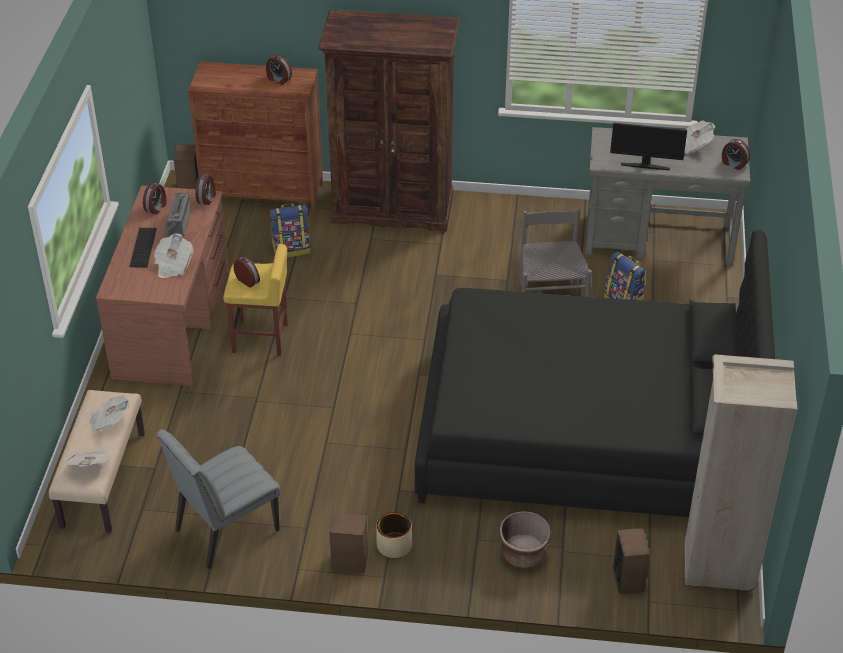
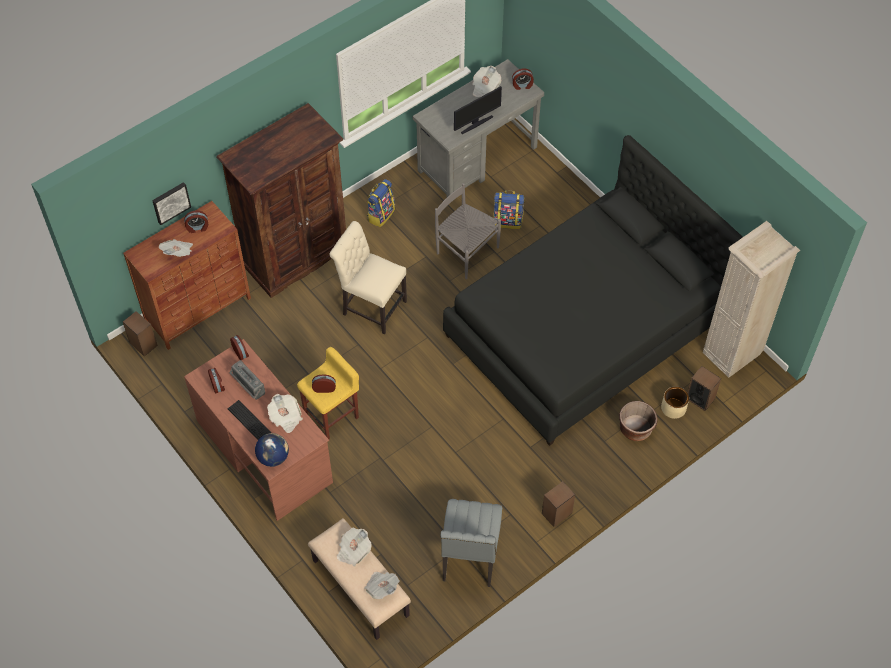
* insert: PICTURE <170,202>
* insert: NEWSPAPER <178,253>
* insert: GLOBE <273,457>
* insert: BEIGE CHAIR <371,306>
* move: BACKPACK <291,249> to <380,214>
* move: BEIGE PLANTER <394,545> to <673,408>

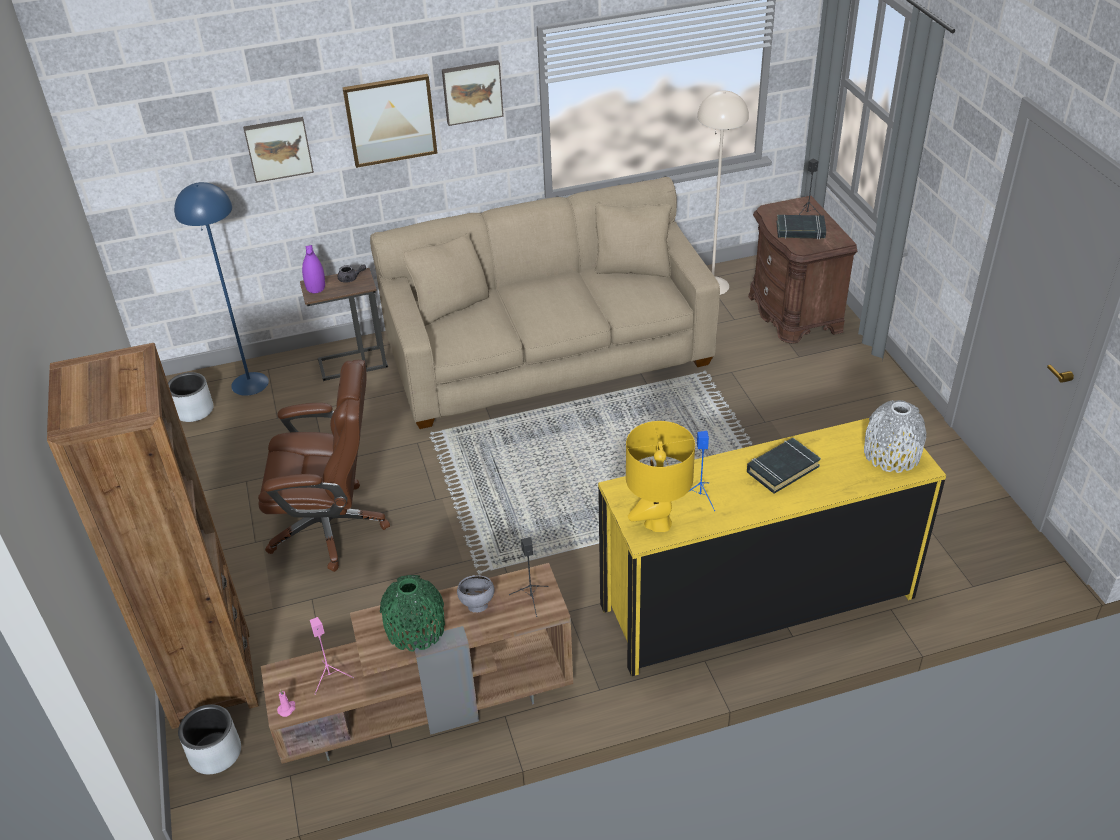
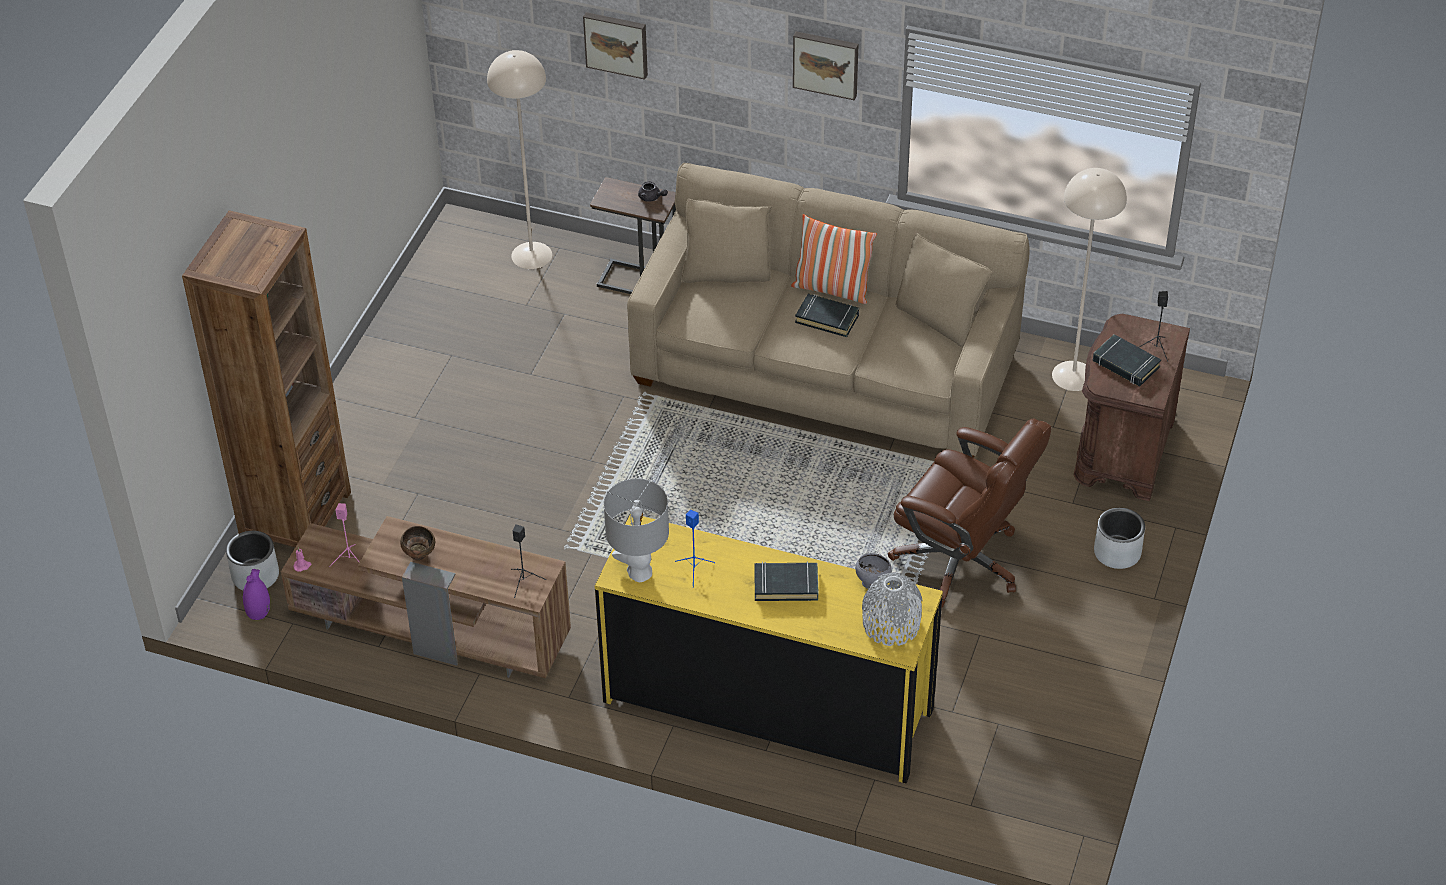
* move: PURPLE VASE <316,288> to <258,611>
* replace: GREEN VASE <415,628> to BROWN BOWL <420,555>
* recolor: BLUE FLOOR LAMP <249,383> to BEIGE FLOOR LAMP <531,255>
* recolor: YELLOW TABLE LAMP <657,523> to GREY TABLE LAMP <639,572>
* insert: PILLOW <832,289>
* insert: BLACK BOOK <827,318>
* move: GREY BOWL <476,605> to <871,583>
* move: BROWN OFFICE CHAIR <331,526> to <961,562>
* move: GREY PLANTER <194,411> to <1117,553>
* delete: PICTURE <390,120>

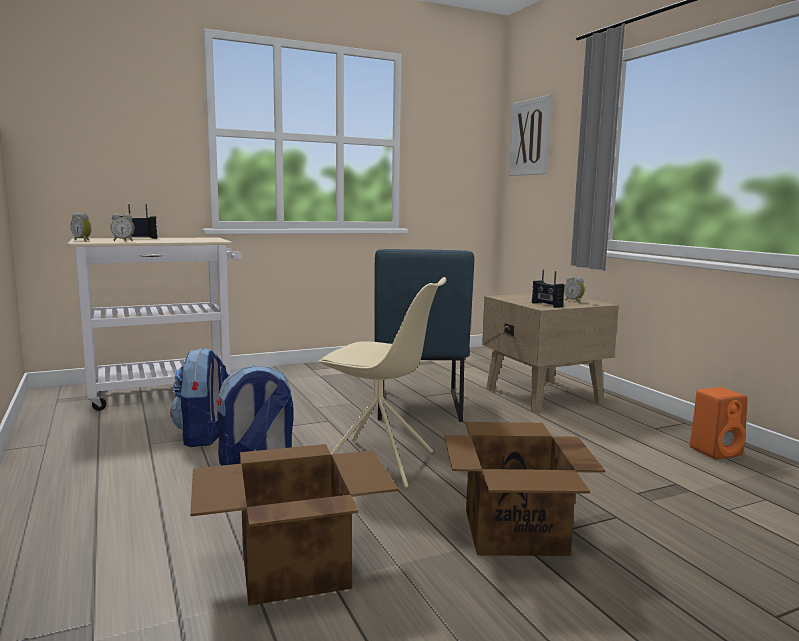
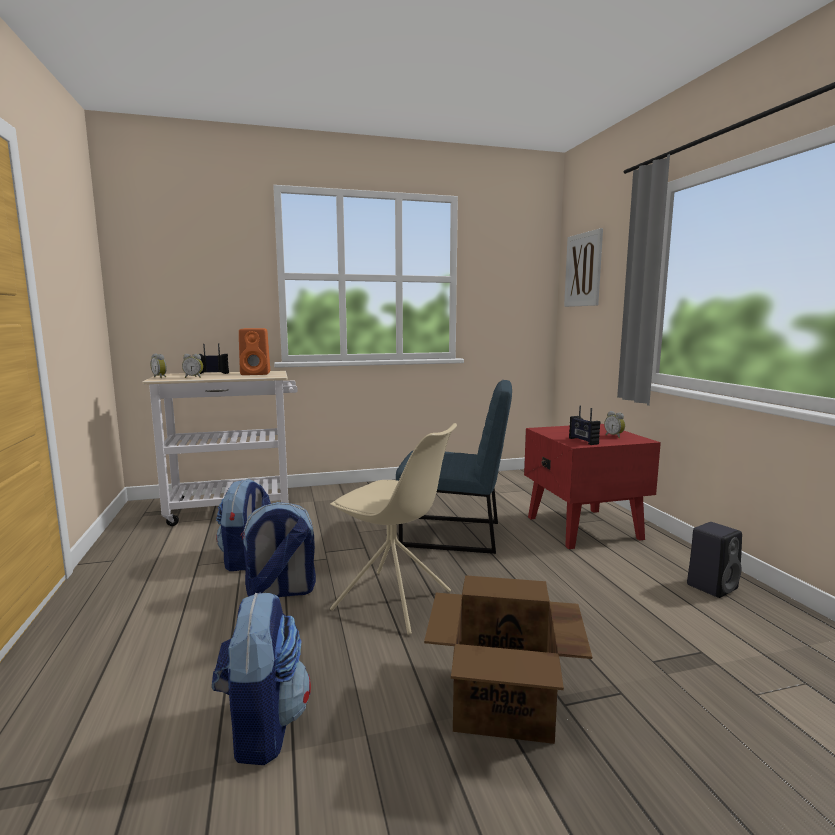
* replace: CARDBOARD BOX <292,567> to BACKPACK <262,727>
* move: ORANGE SPEAKER <716,451> to <256,373>
* rotate: BLUE CHAIR <418,406> = <454,534> 90 degrees counterclockwise
* recolor: BEIGE NIGHTSTAND <543,396> to RED NIGHTSTAND <584,528>
* insert: BLACK SPEAKER <712,586>

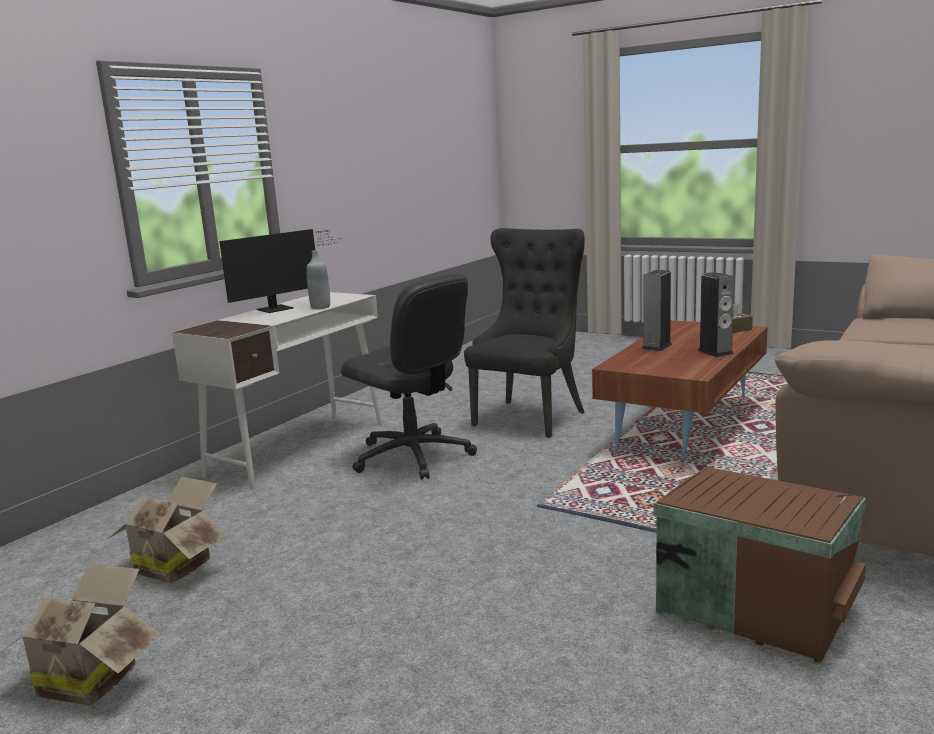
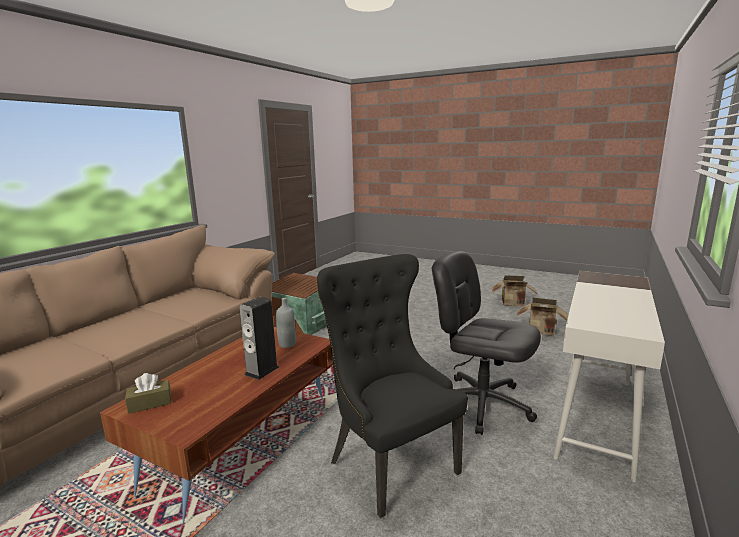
* move: GREY BOTTLE <320,307> to <287,344>
* rotate: BLACK CHAIR <529,418> = <392,465> 120 degrees clockwise
* delete: MONITOR <280,308>
* delete: SPEAKER <715,352>

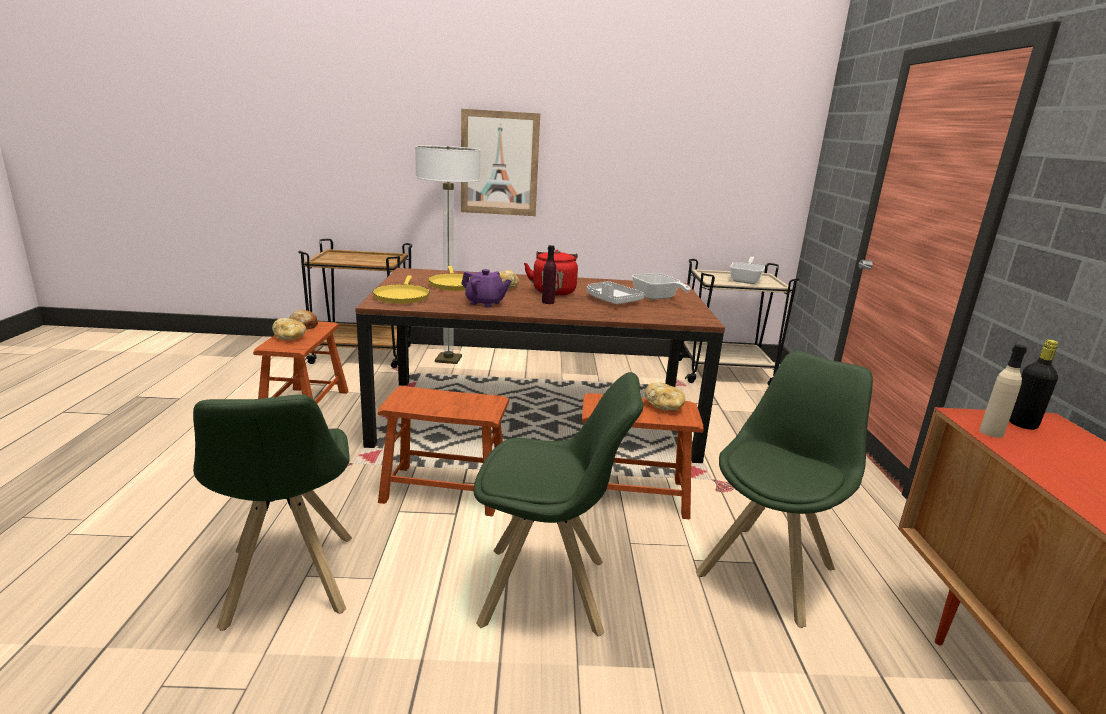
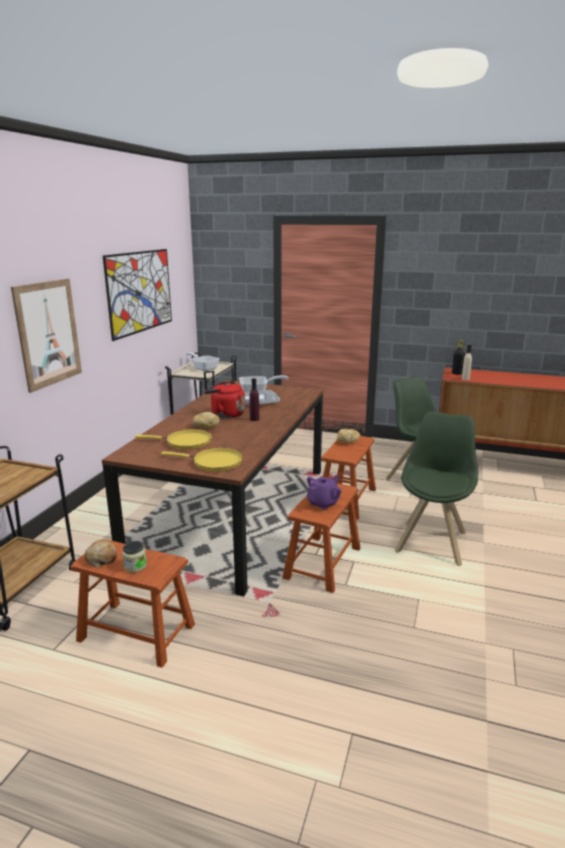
* insert: PICTURE <140,292>
* replace: BREAD <289,337> to JAR <135,566>
* move: PURPLE TEAPOT <485,303> to <323,503>
* delete: GREEN CHAIR <289,580>
* delete: FLOOR LAMP <448,359>

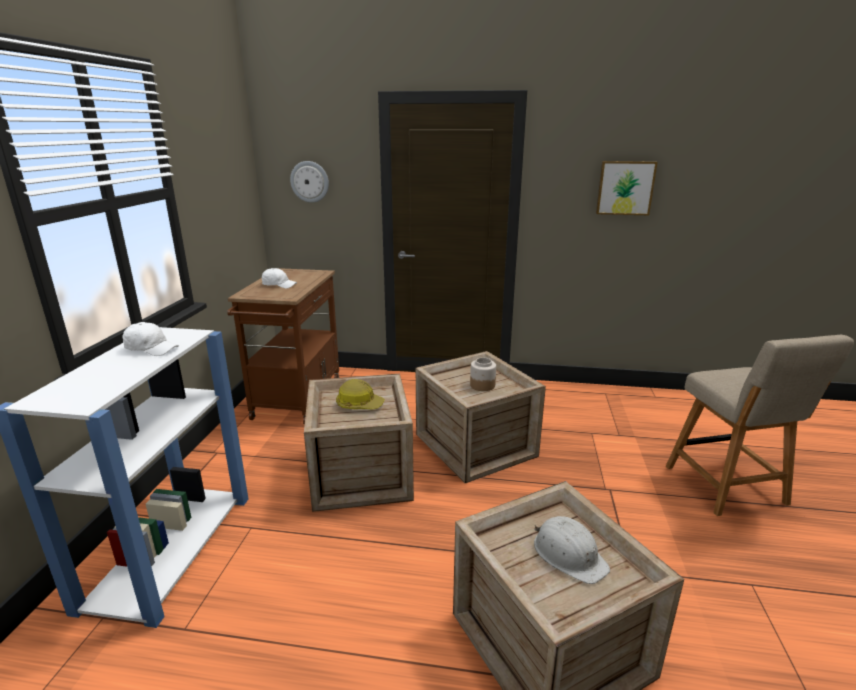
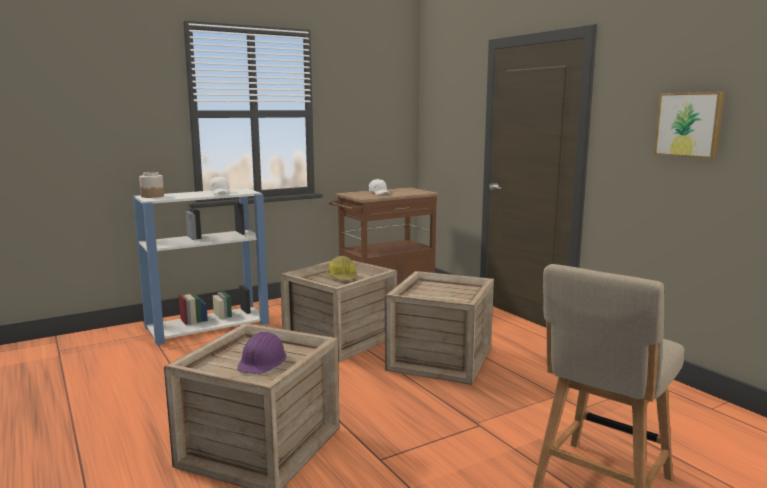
* move: JAR <482,385> to <152,196>
* recolor: WHITE HARD HAT <569,554> to PURPLE HARD HAT <262,361>
* delete: WALL CLOCK <310,181>

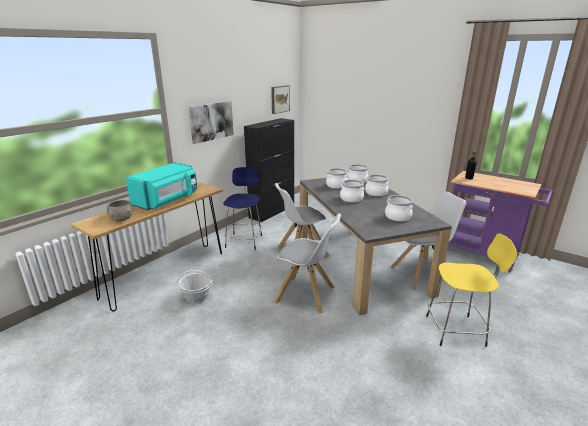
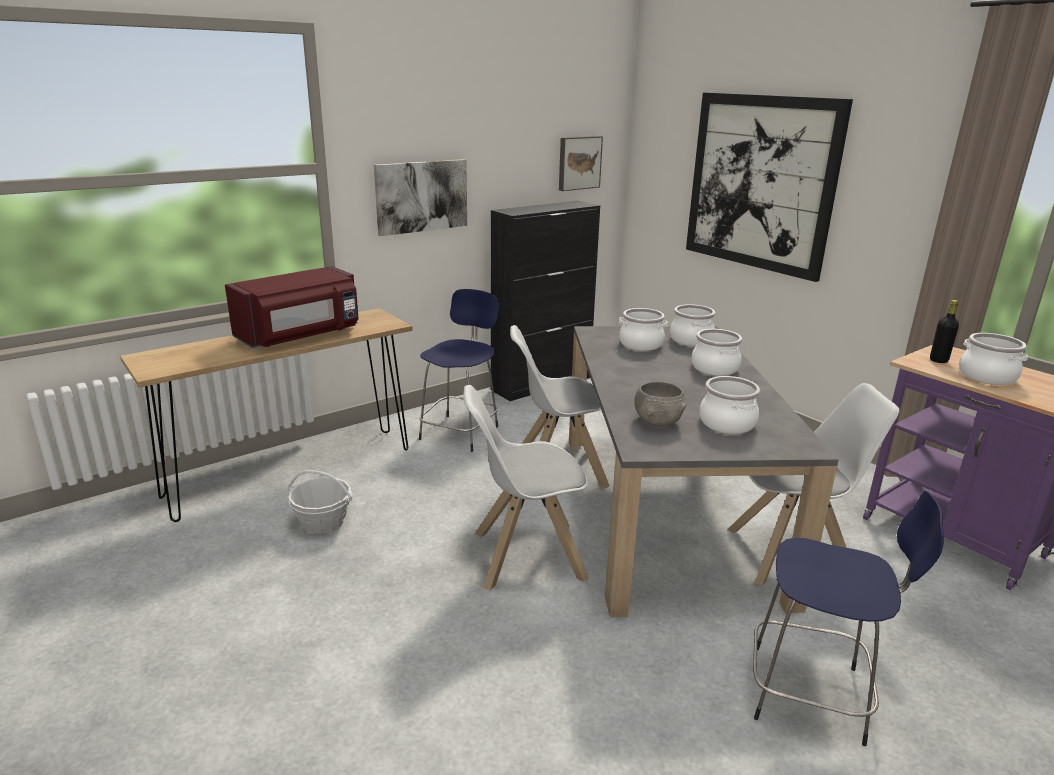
* recolor: TURQUOISE MICROWAVE <167,200> to RED MICROWAVE <301,335>
* rotate: CHAIR <306,295> = <524,556> 135 degrees clockwise
* move: GREY BOWL <122,219> to <658,421>
* insert: PICTURE <760,183>
* recolor: YELLOW STOOL <457,330> to BLUE STOOL <812,694>
* move: COOKING POT <351,199> to <986,376>

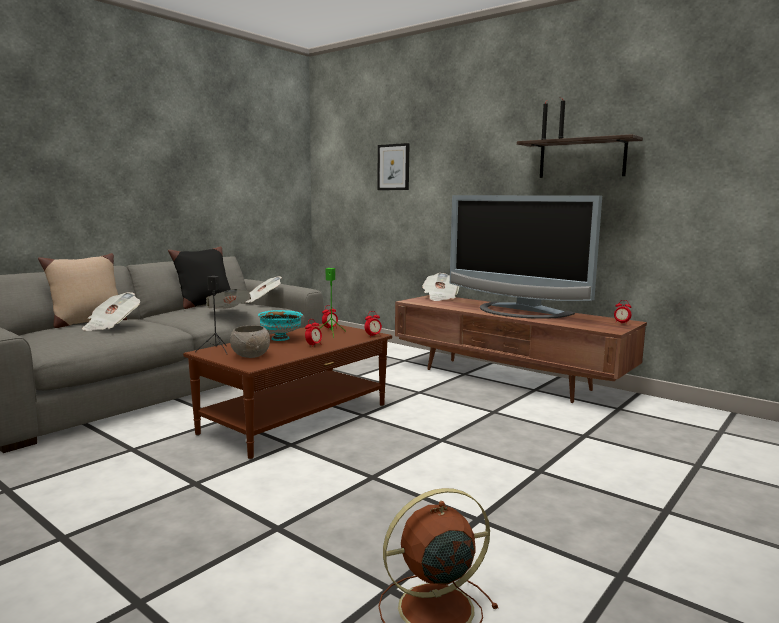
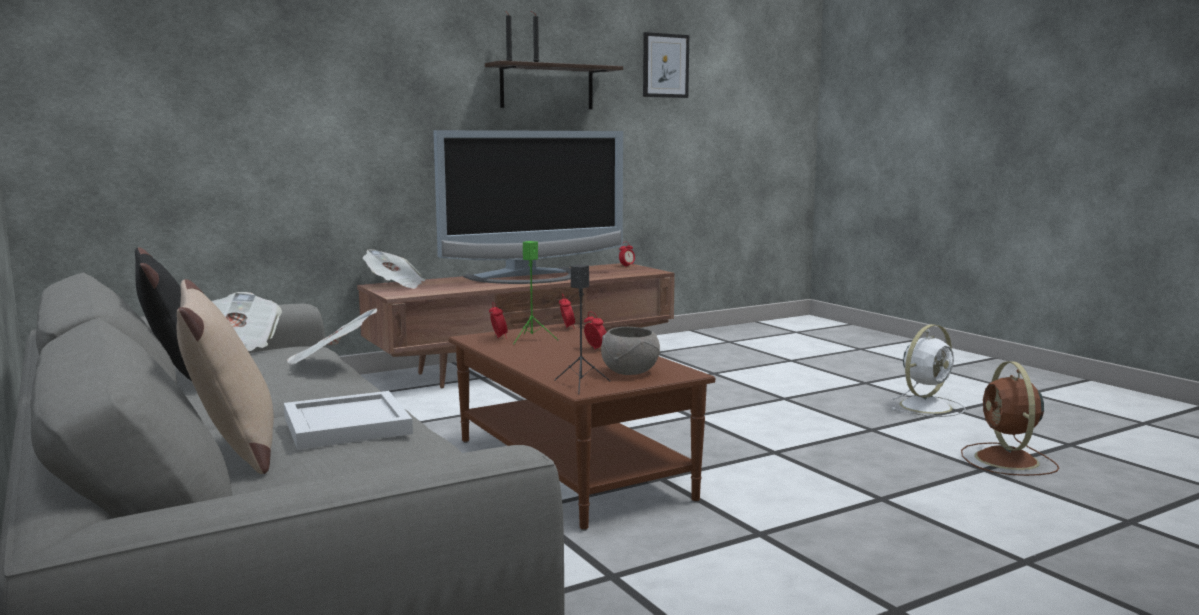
* replace: NEWSPAPER <111,326> to WHITE TRAY <349,425>
* move: PICTURE <393,167> to <665,65>
* insert: WHITE FAN <927,406>
* delete: TURQUOISE BOWL <281,339>

